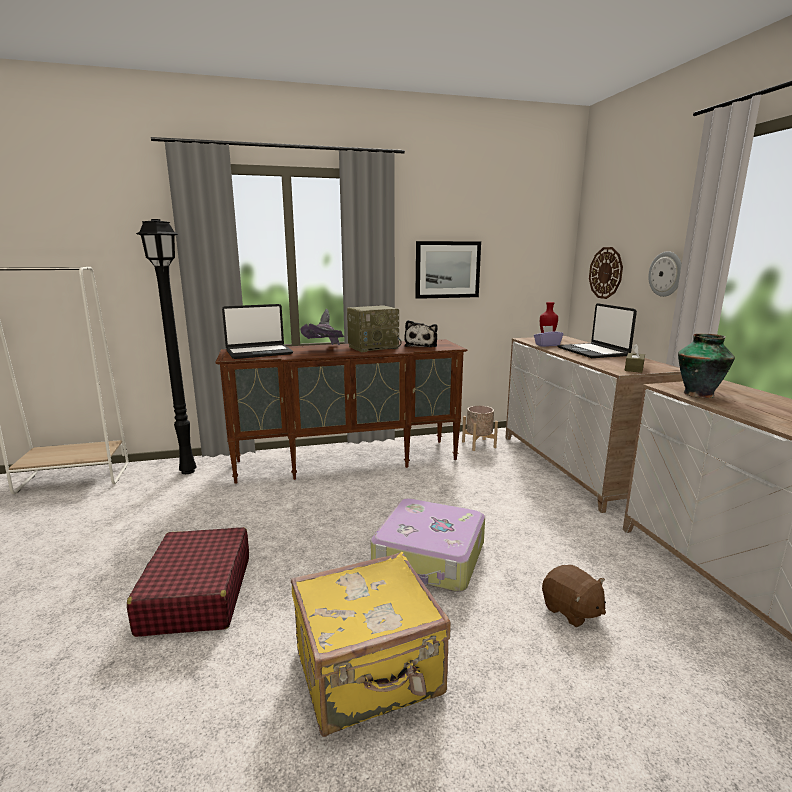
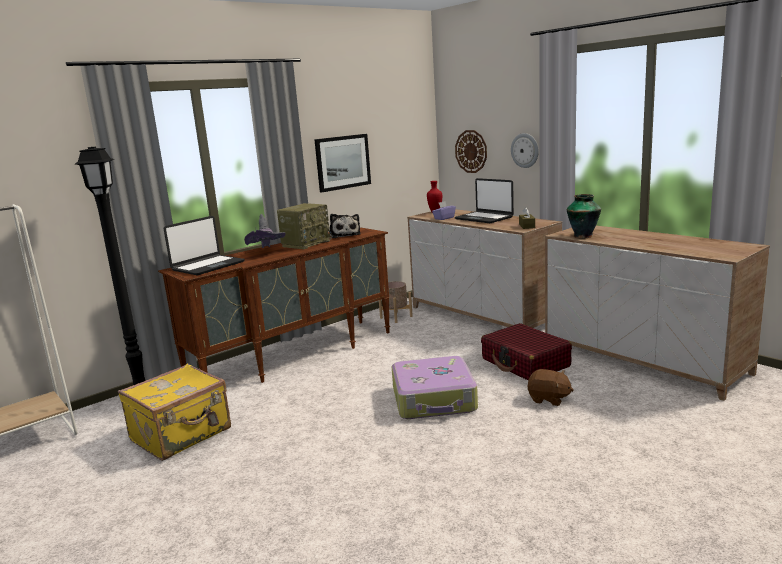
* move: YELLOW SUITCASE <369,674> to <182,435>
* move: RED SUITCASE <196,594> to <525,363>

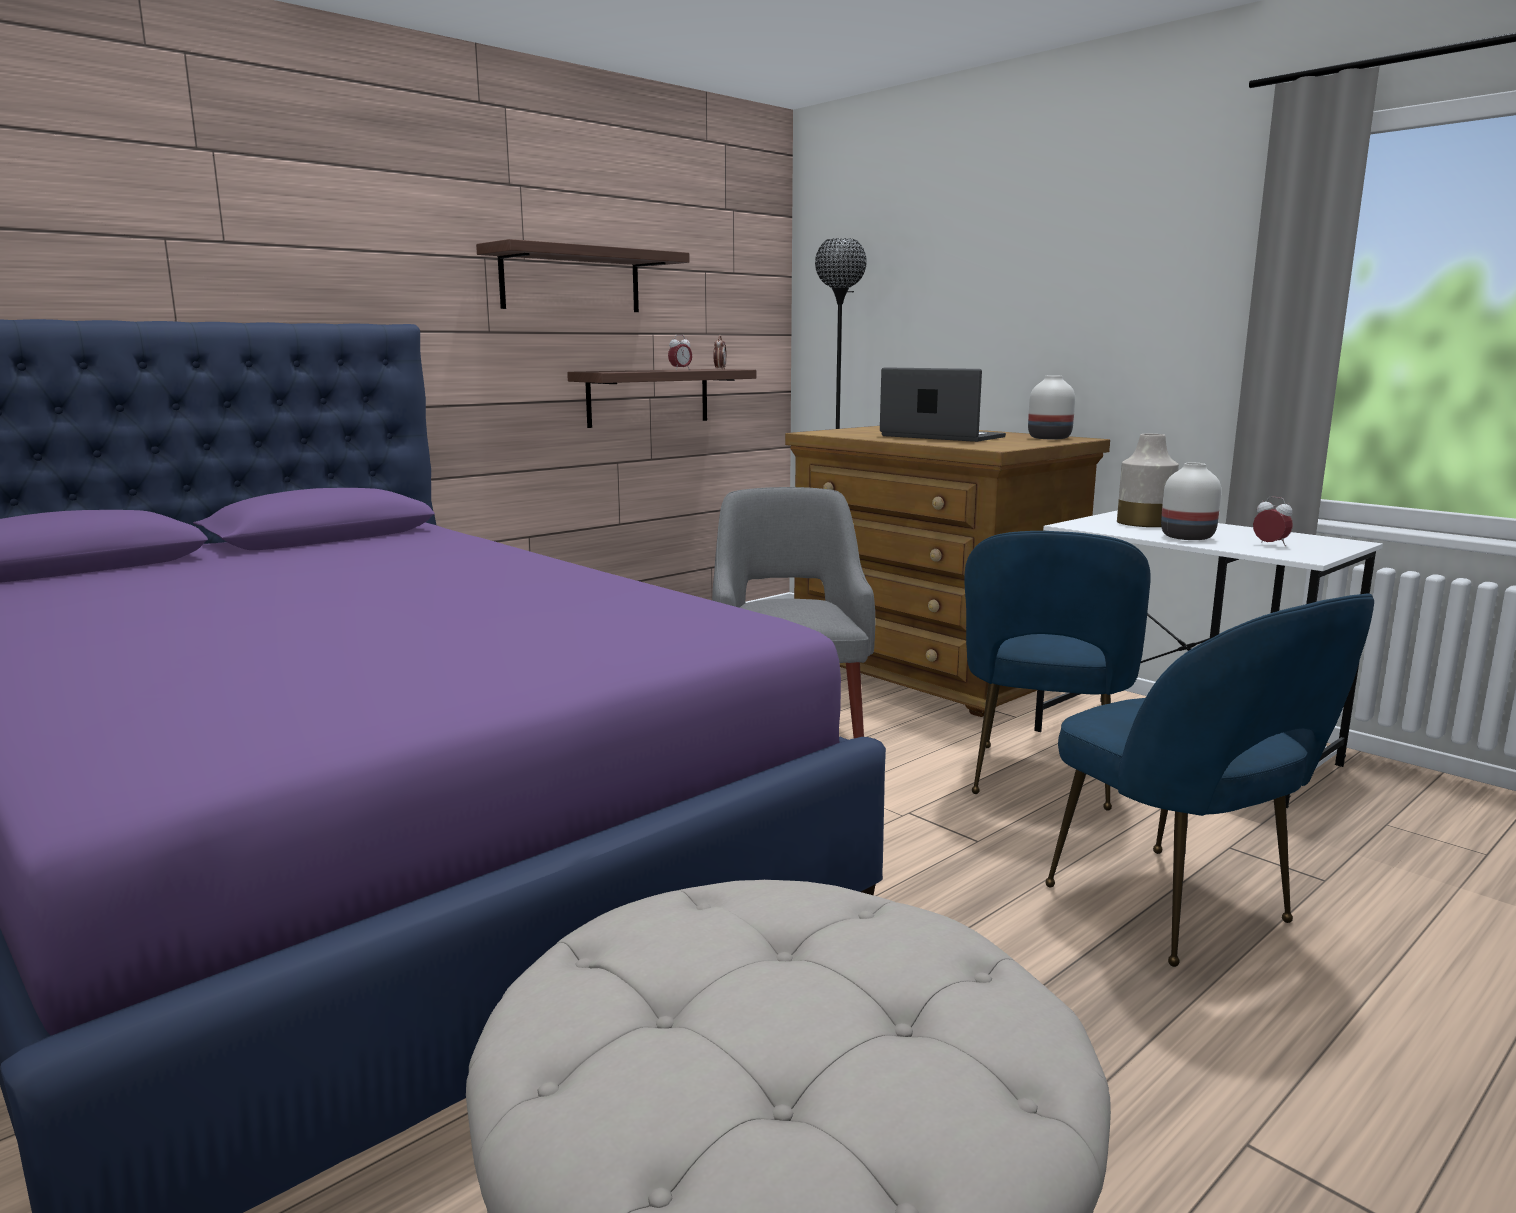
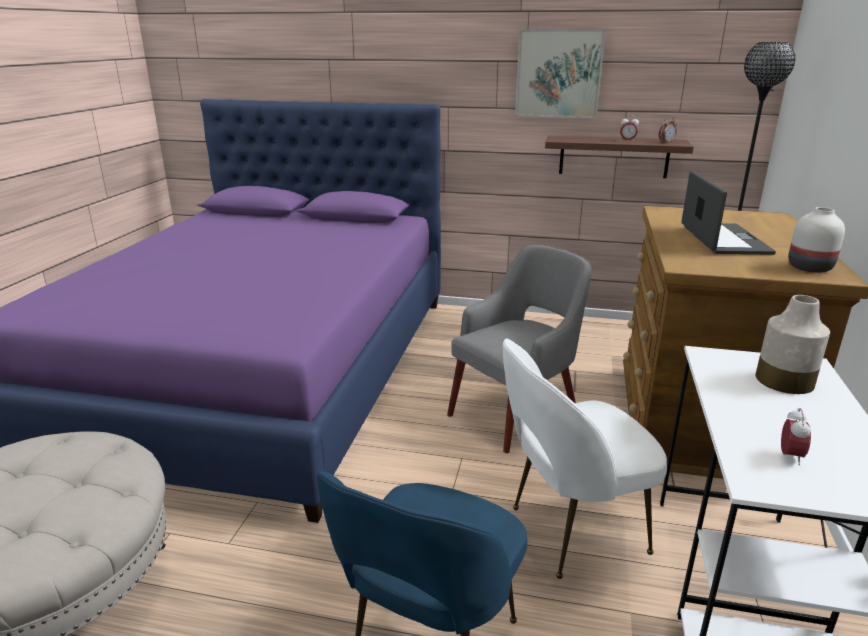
* recolor: BLUE CHAIR <1041,782> to WHITE CHAIR <568,532>
* replace: SHELF <571,280> to PICTURE <558,74>
* delete: WHITE VASE <1185,537>

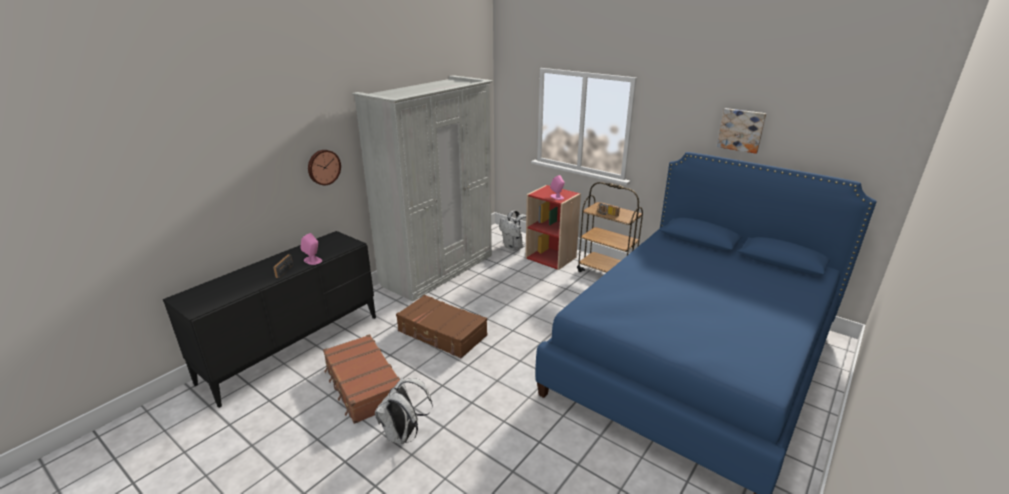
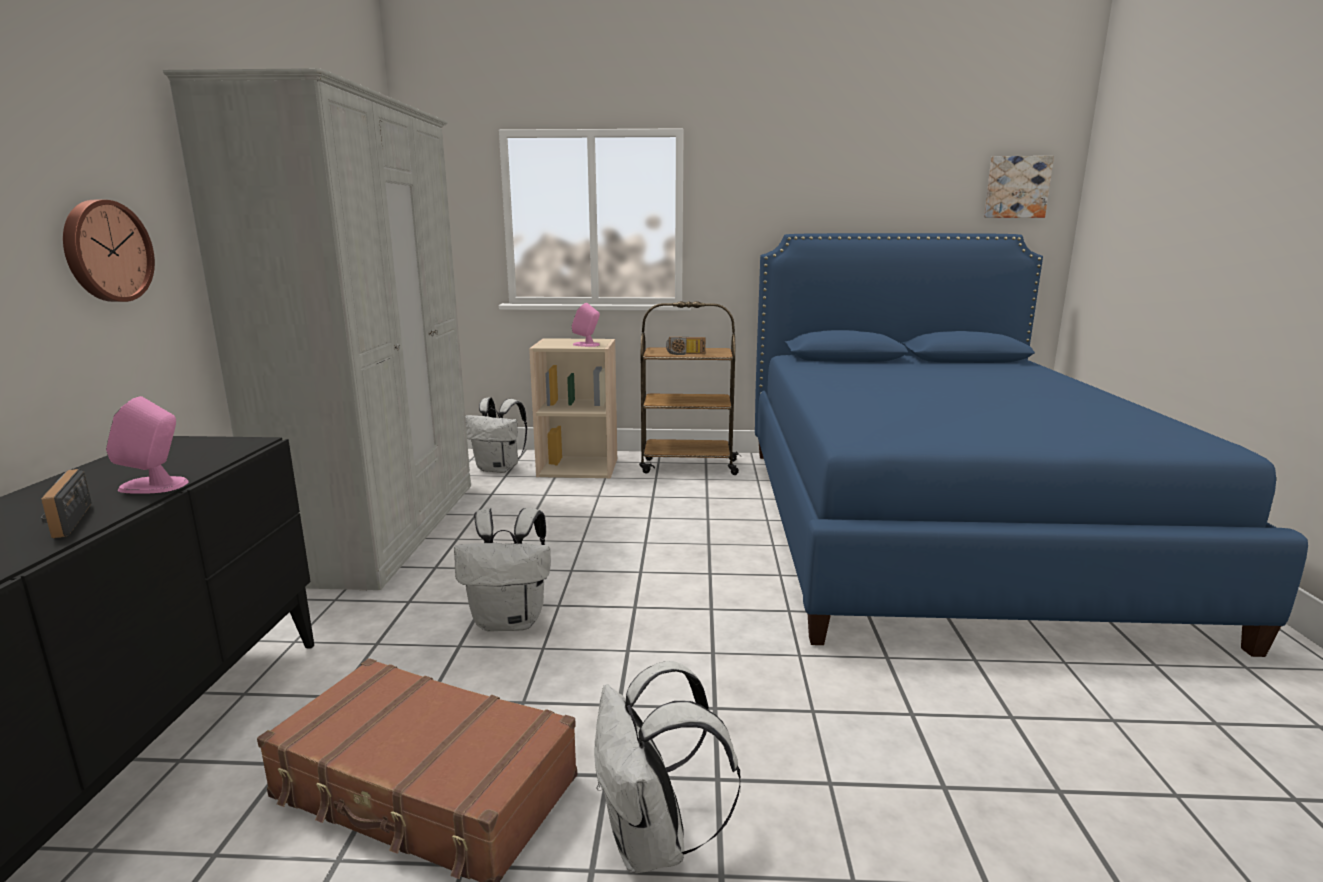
* replace: BROWN SUITCASE <442,334> to WHITE BACKPACK <511,621>
* recolor: RED BOOKCASE <551,257> to BEIGE BOOKCASE <579,467>
* move: PICTURE <741,130> to <1016,187>

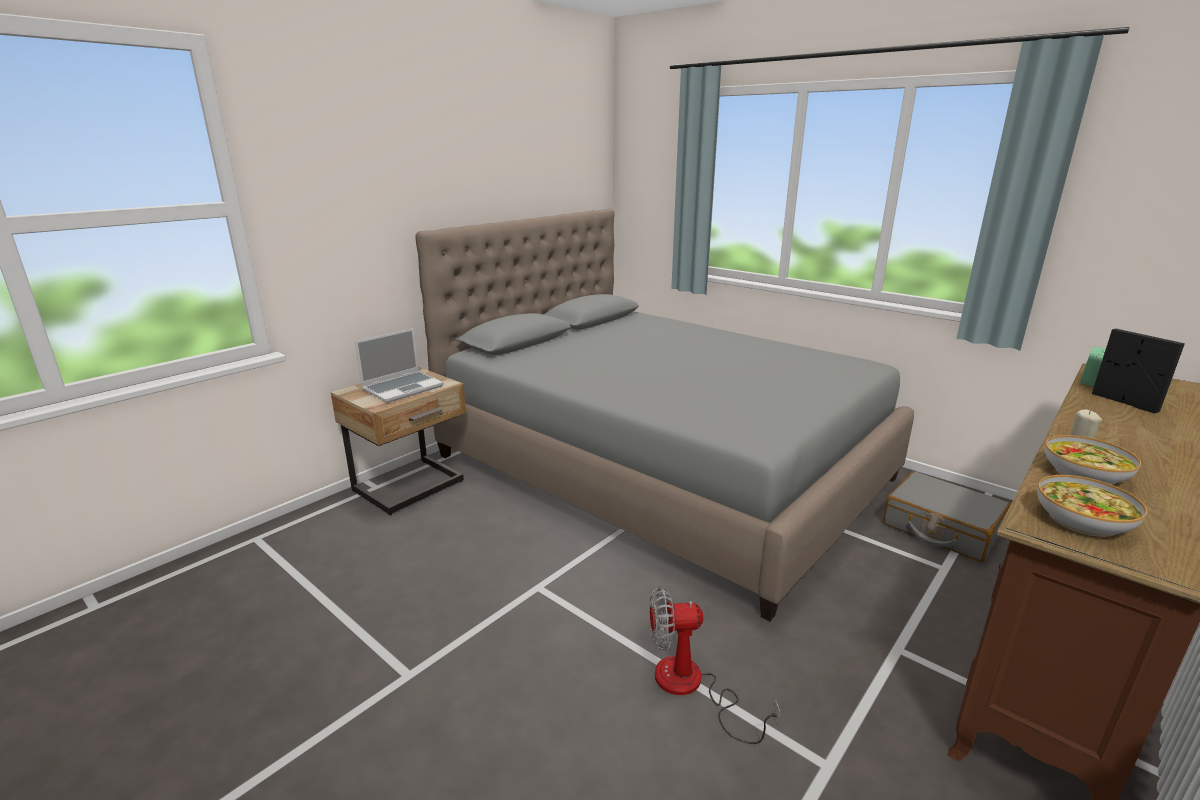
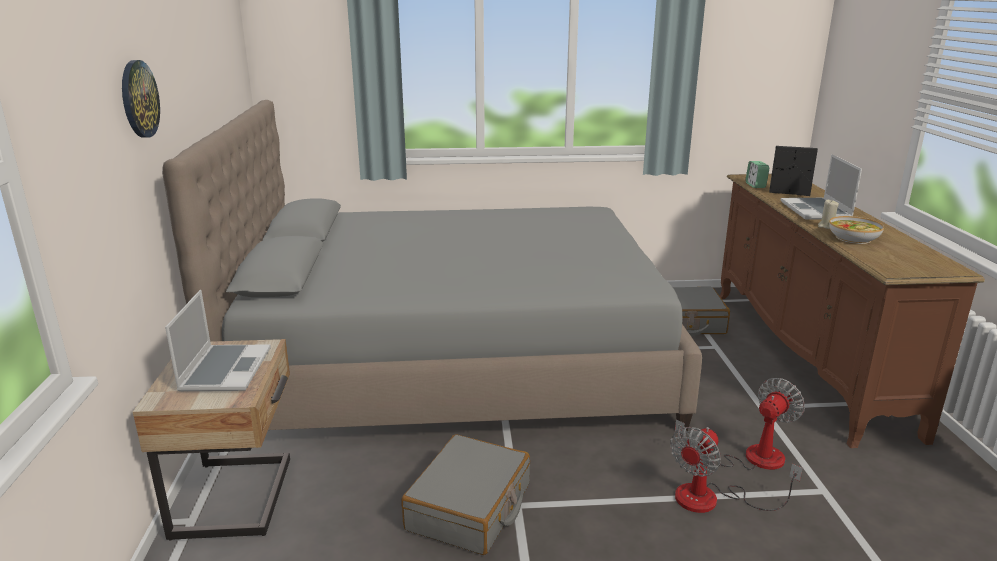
* insert: WALL CLOCK <139,99>
* insert: GREY SUITCASE <470,507>
* insert: FAN <749,456>
* insert: LAPTOP <816,211>
* delete: BOWL <1082,520>

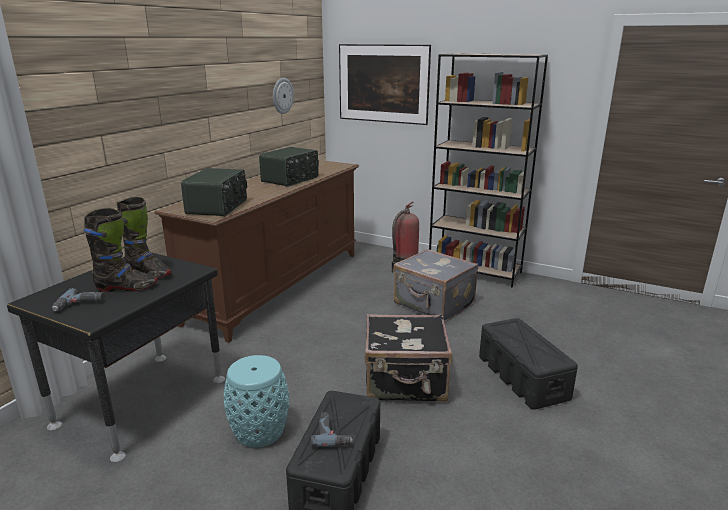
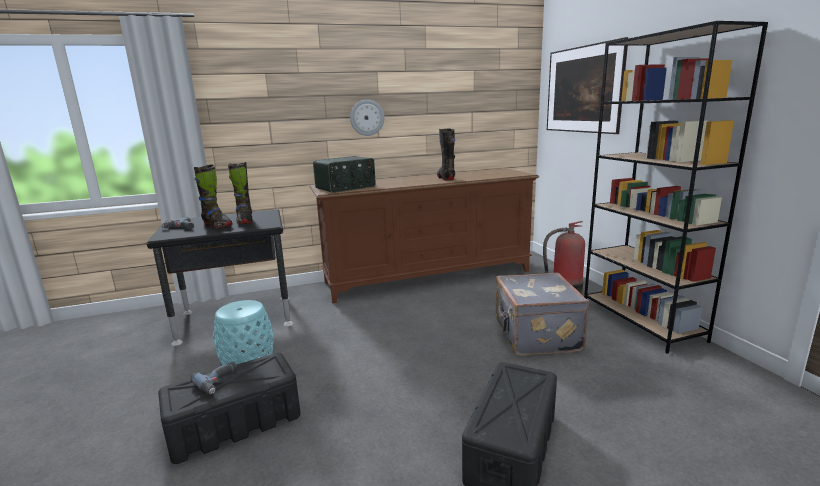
* move: WALL CLOCK <282,96> to <367,117>
* replace: RADIO <291,179> to BLACK BOOT <446,178>
* delete: BLACK SUITCASE <405,382>

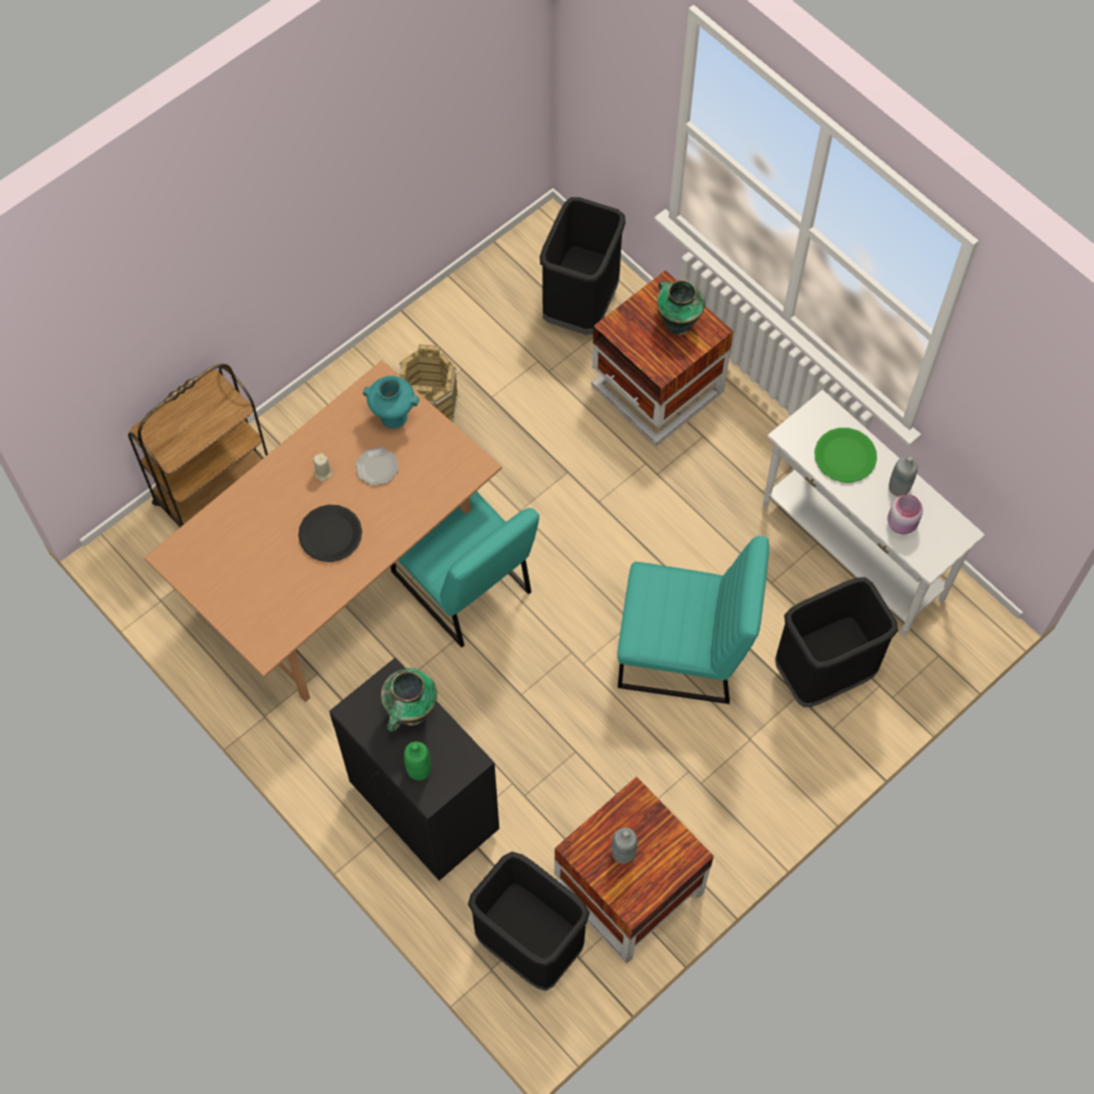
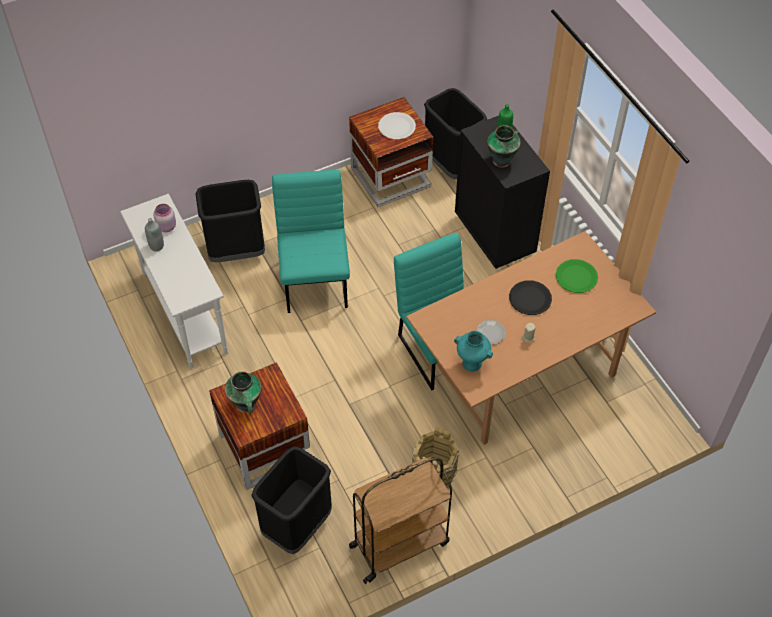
* rotate: TURQUOISE CHAIR <683,654> = <315,279> 60 degrees clockwise
* move: BROWN CART <215,489> to <400,545>
* replace: GREY BOTTLE <623,853> to WHITE PLATE <397,127>
* move: GREEN PLATE <845,456> to <576,277>

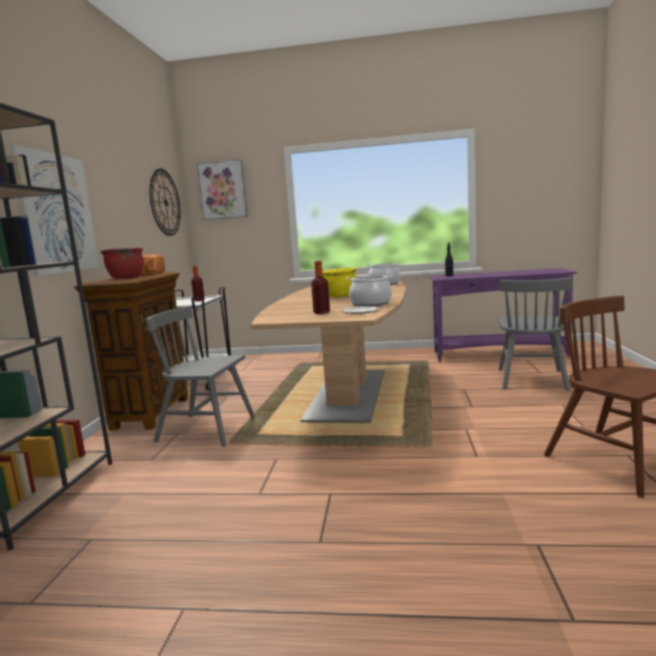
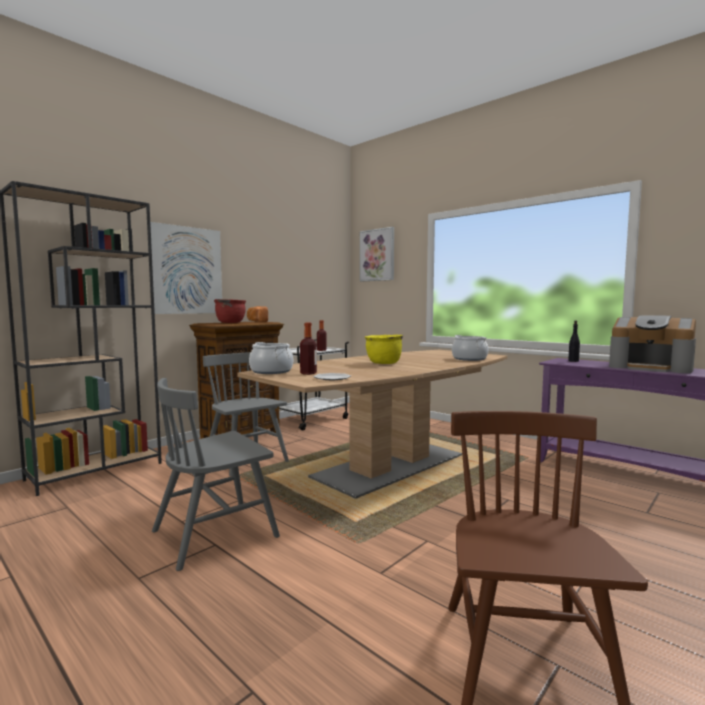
* move: GREY CHAIR <531,379> to <215,533>
* move: COOKING POT <370,304> to <271,371>
* insert: COFFEE MACHINE <651,368>
* delete: WALL CLOCK <165,202>

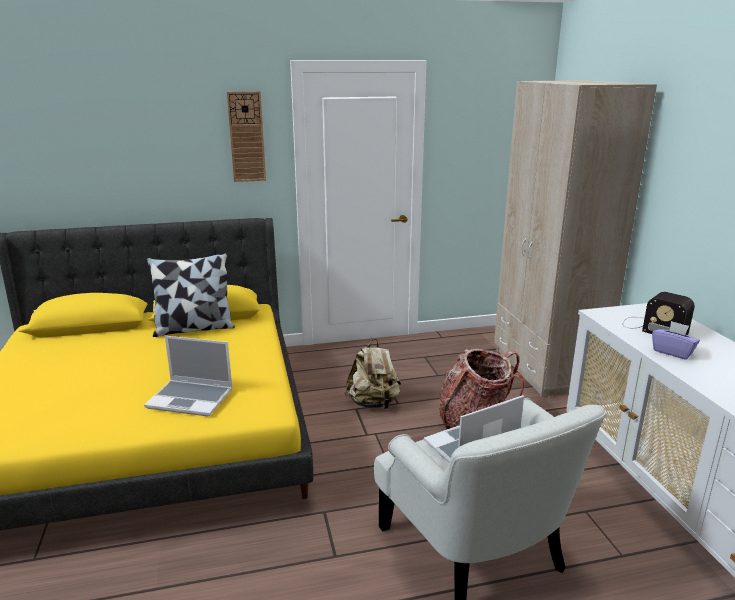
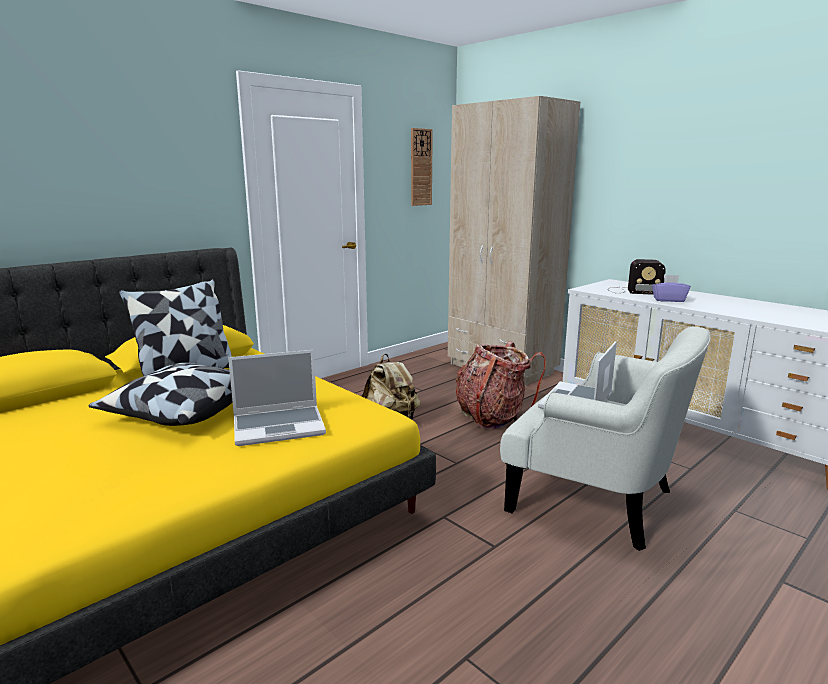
* insert: PILLOW <180,413>
* move: WALL CLOCK <246,137> to <421,167>

